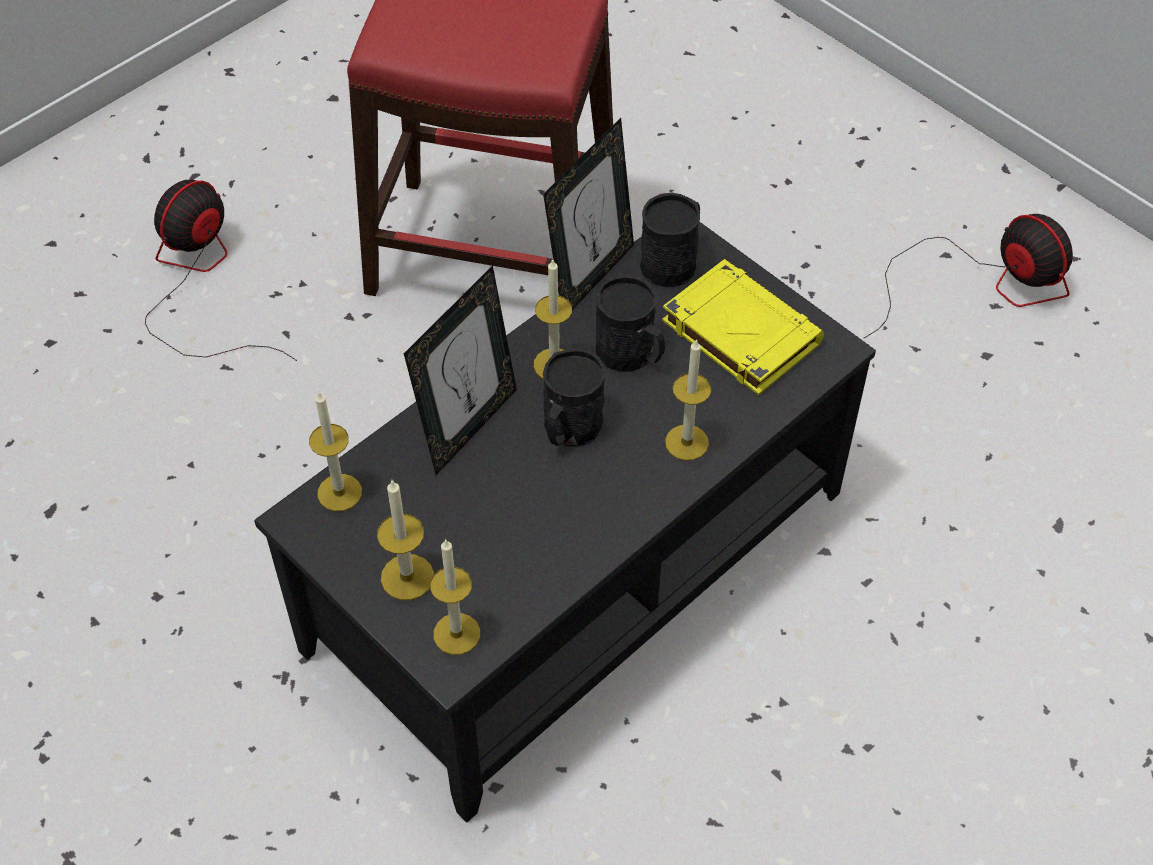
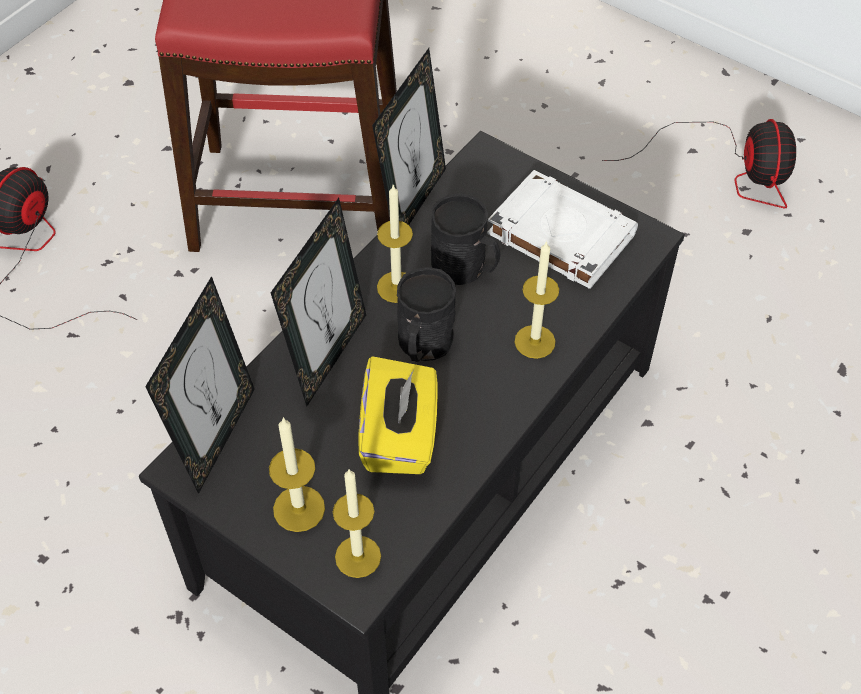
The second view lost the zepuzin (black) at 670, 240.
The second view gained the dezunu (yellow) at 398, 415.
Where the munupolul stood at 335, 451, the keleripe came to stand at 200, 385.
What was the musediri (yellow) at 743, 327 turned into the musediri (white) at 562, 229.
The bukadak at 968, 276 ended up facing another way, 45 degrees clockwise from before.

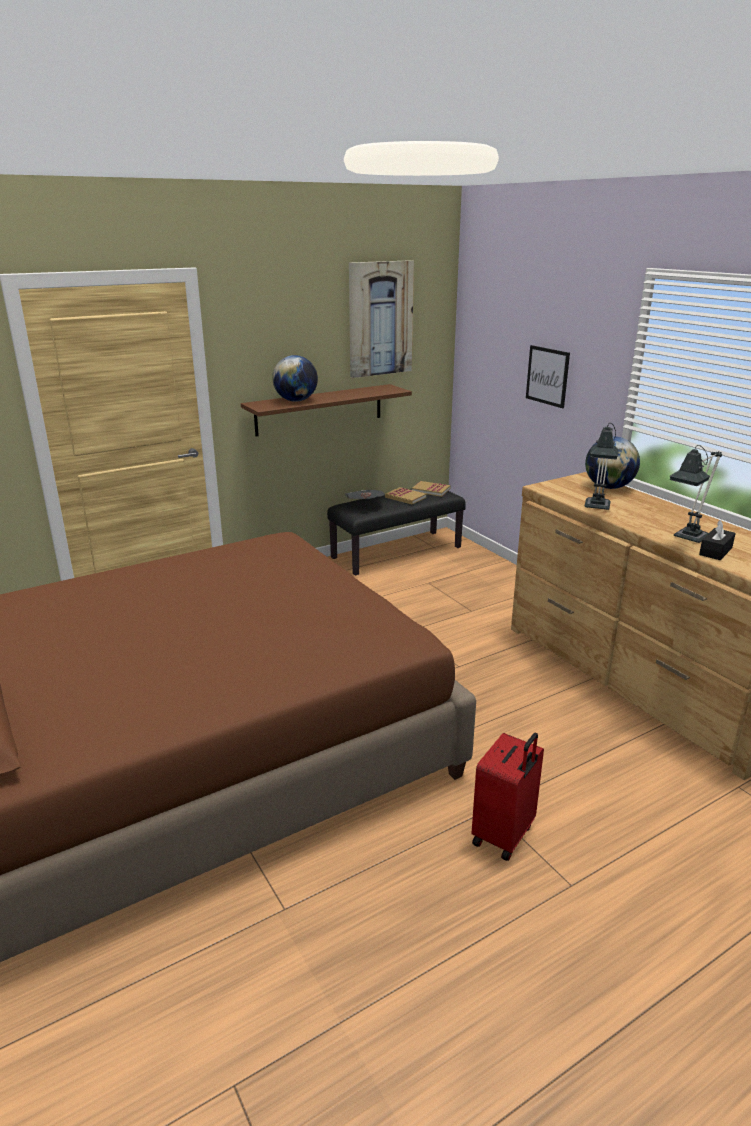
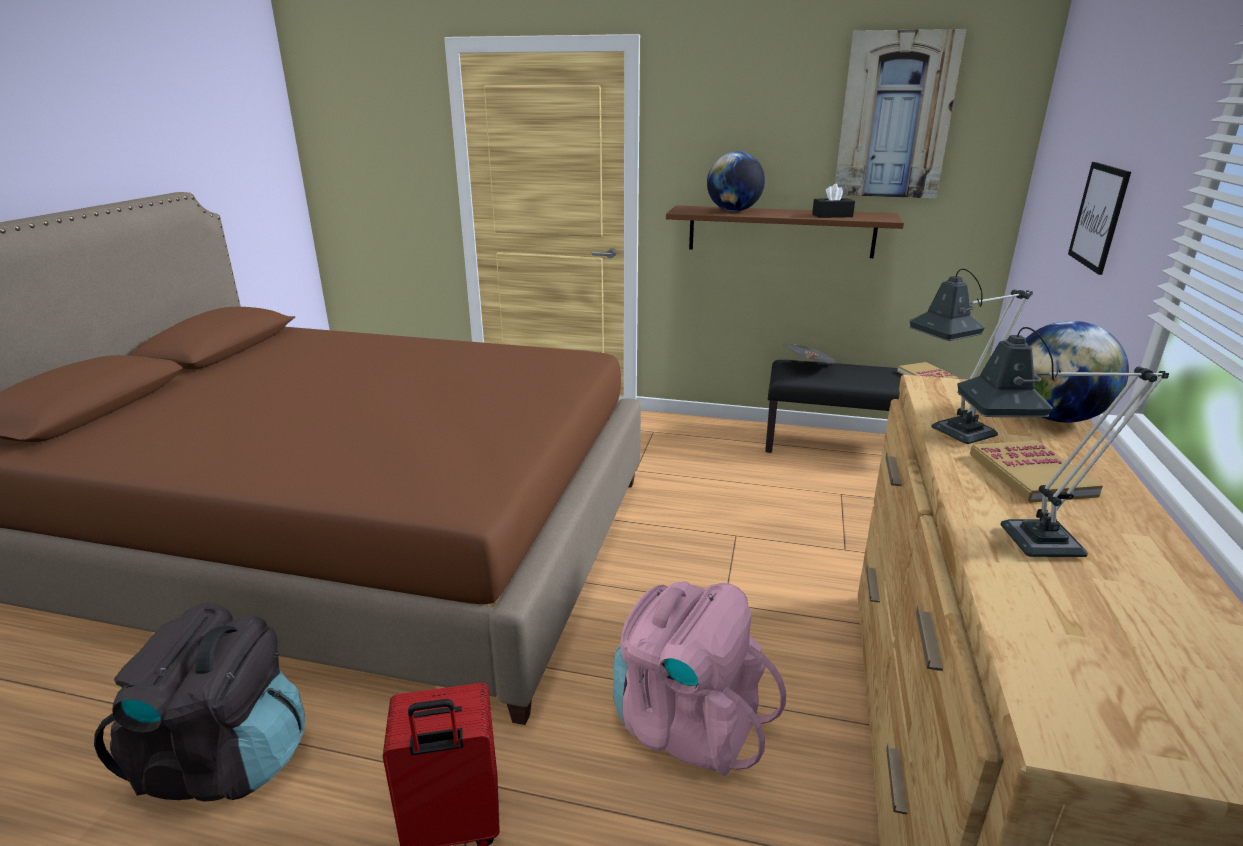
The second view gained the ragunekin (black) at 199, 702.
The second view gained the ragunekin (pink) at 699, 678.
The musediri ended up elsewhere, having gone from 405, 495 to 1036, 472.
The dezunu (black) ended up elsewhere, having gone from 717, 540 to 833, 201.

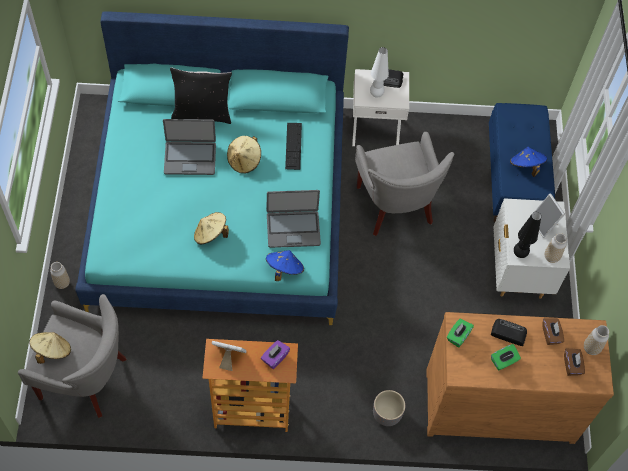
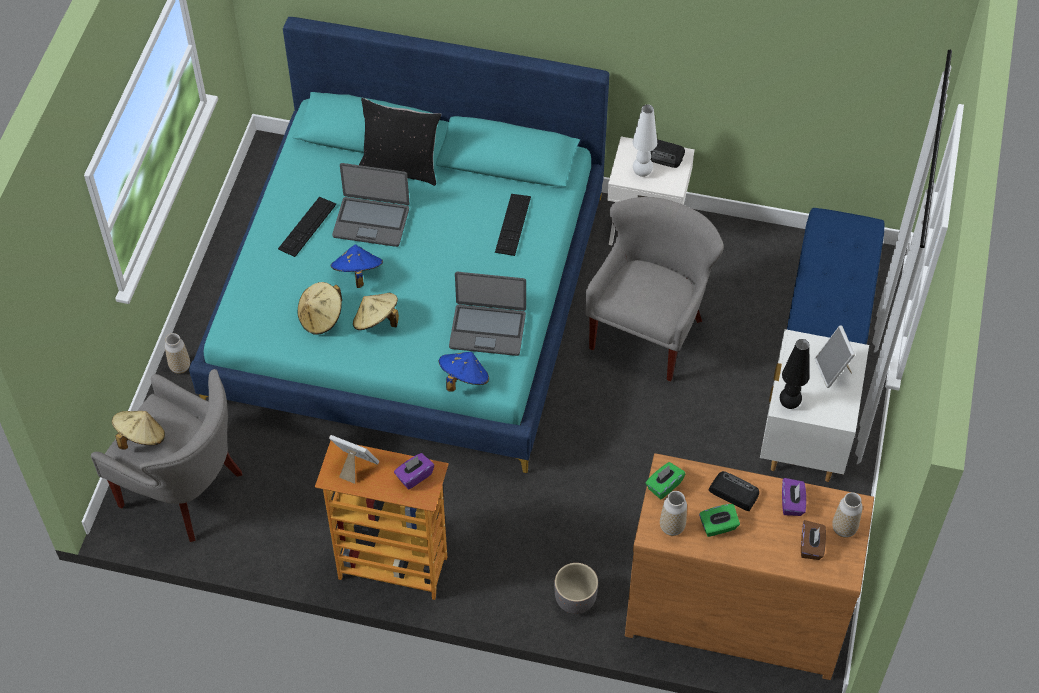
The second view gained the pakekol at 307, 227.
The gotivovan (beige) ended up elsewhere, having gone from 244, 155 to 319, 308.
The gotivovan (blue) ended up elsewhere, having gone from 528, 162 to 357, 266.
The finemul ended up elsewhere, having gone from 556, 248 to 673, 513.
What was the dezunu (brown) at 553, 331 turned into the dezunu (purple) at 794, 497.
The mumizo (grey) at 405, 184 ended up facing another way, 150 degrees counterclockwise from before.

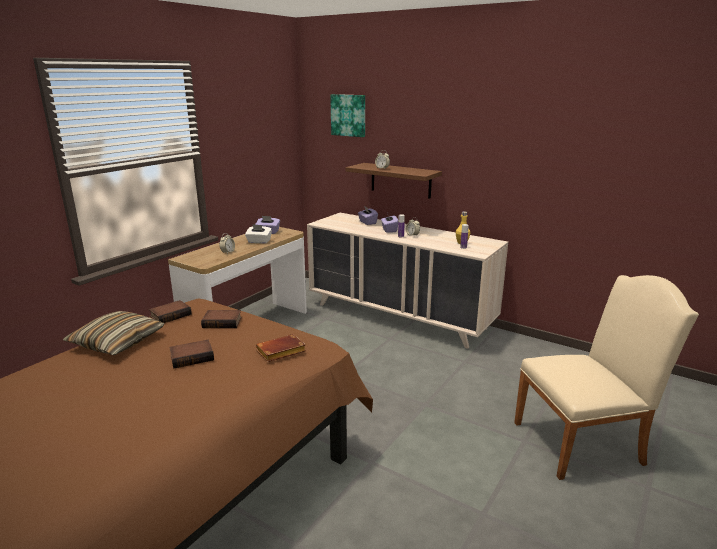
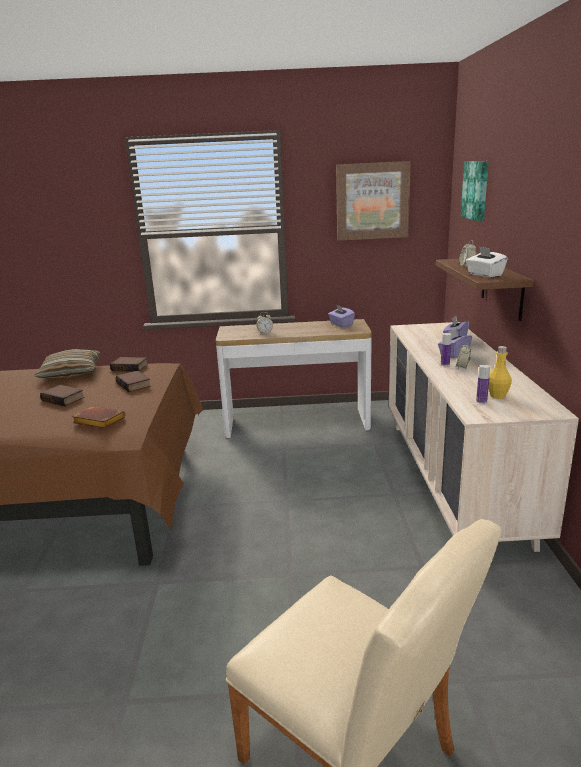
The second view gained the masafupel at 373, 201.
The dezunu (white) ended up elsewhere, having gone from 258, 234 to 487, 261.

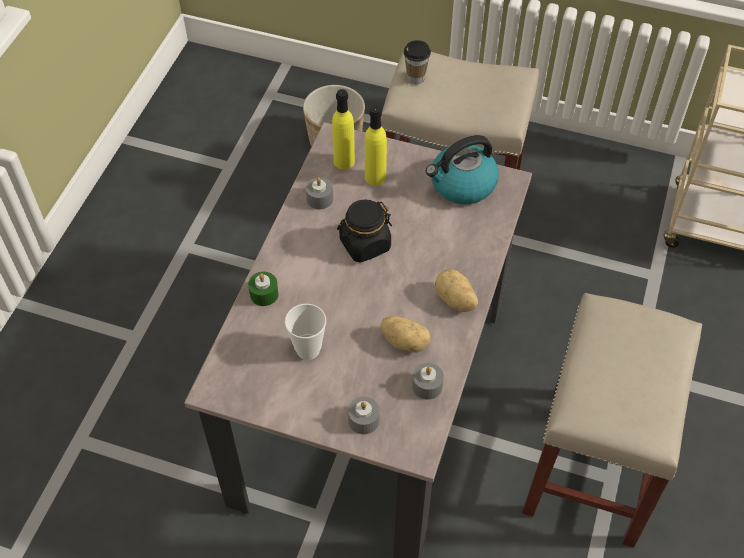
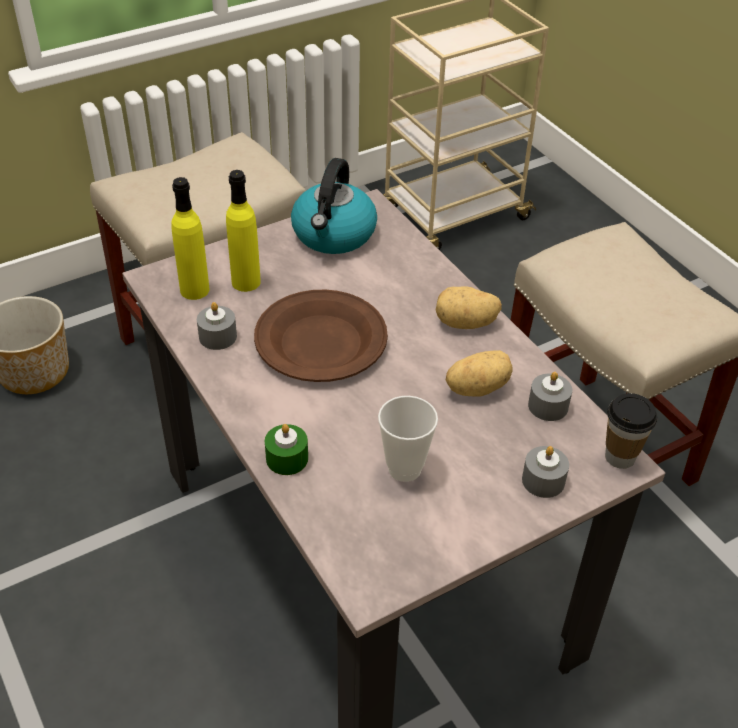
The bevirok ended up elsewhere, having gone from 417, 62 to 631, 431.
Where the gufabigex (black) stood at 364, 231, the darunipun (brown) came to stand at 321, 336.

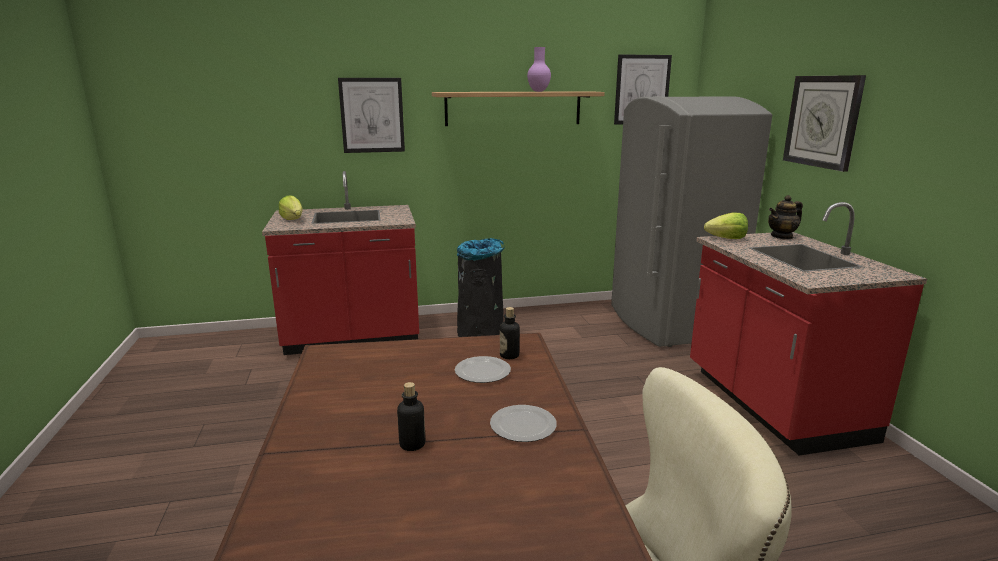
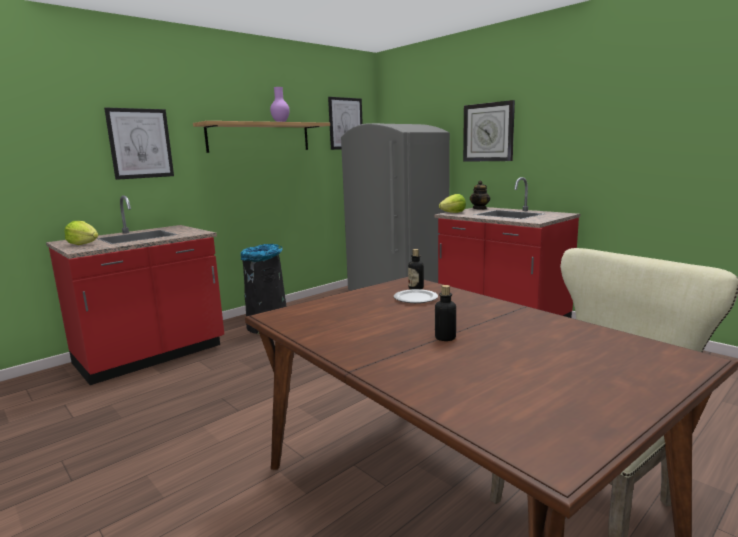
The second view lost the darunipun at 523, 423.

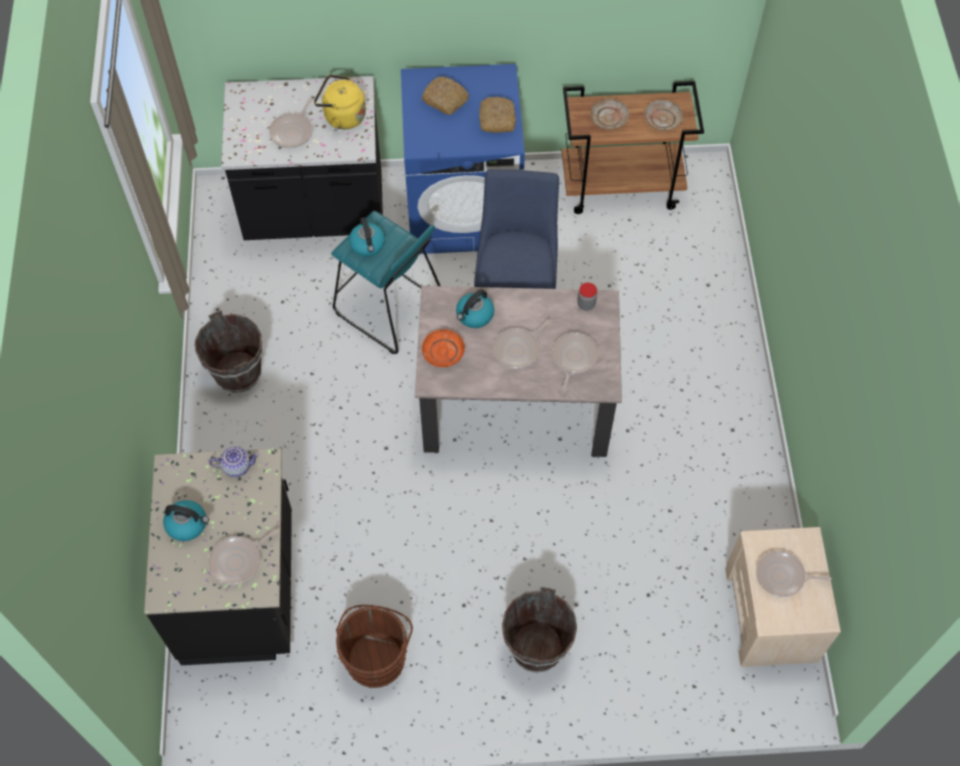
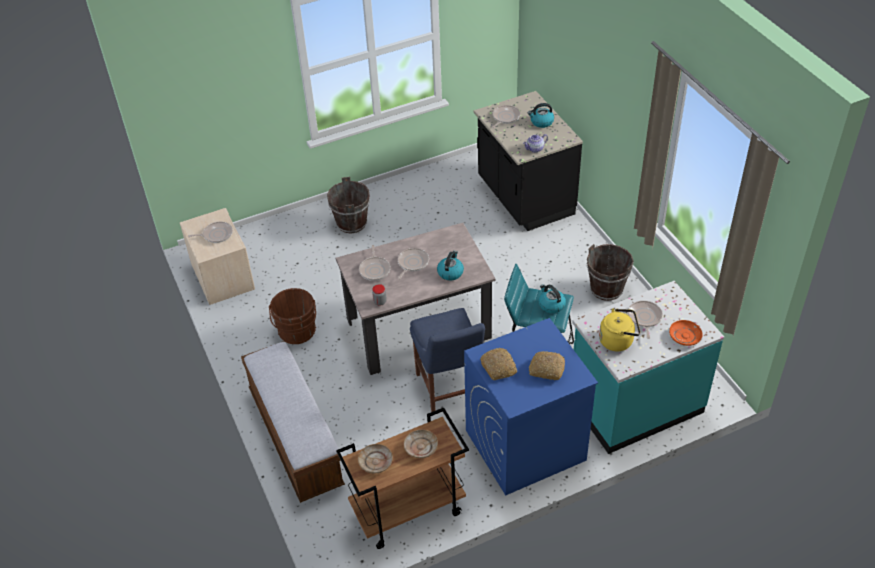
The second view gained the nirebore at 293, 422.
The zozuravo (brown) ended up elsewhere, having gone from 374, 646 to 292, 316.
The darunipun (orange) ended up elsewhere, having gone from 443, 348 to 686, 333.
What was the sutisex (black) at 302, 158 turned into the sutisex (turquoise) at 648, 367.

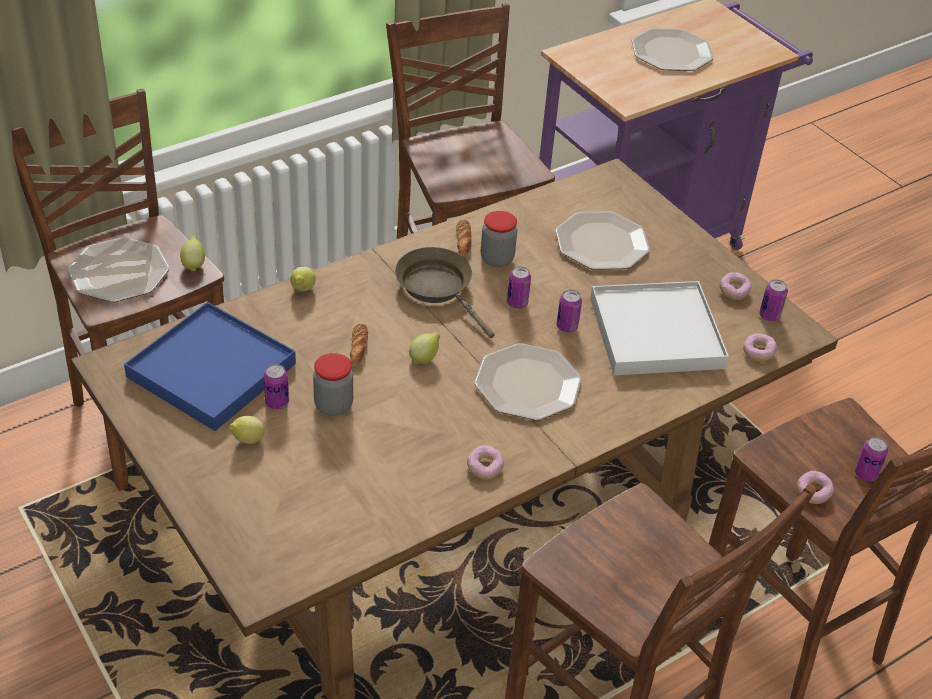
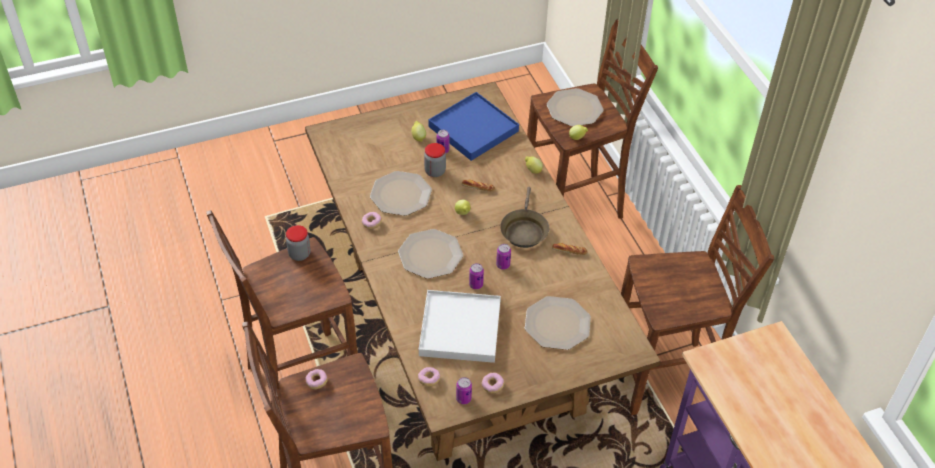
The second view lost the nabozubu at 871, 459.
The gufabigex ended up elsewhere, having gone from 499, 239 to 298, 243.
The darunipun ended up elsewhere, having gone from 673, 49 to 401, 193.
The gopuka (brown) at 444, 292 ended up facing another way, 120 degrees clockwise from before.

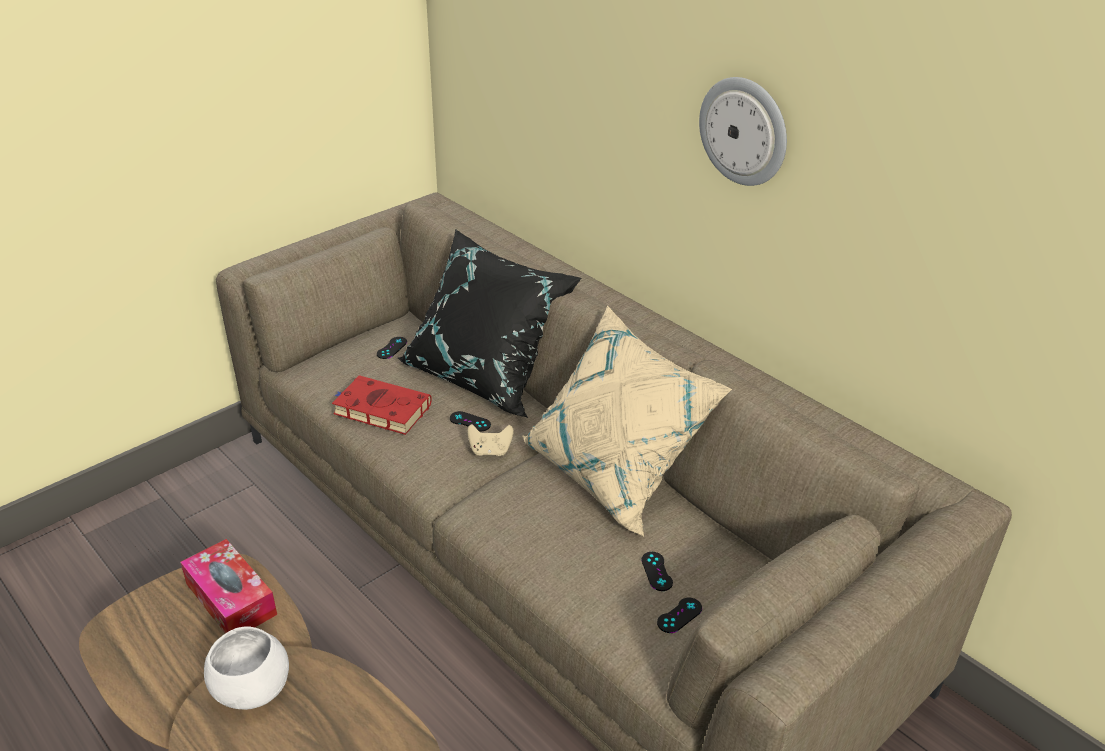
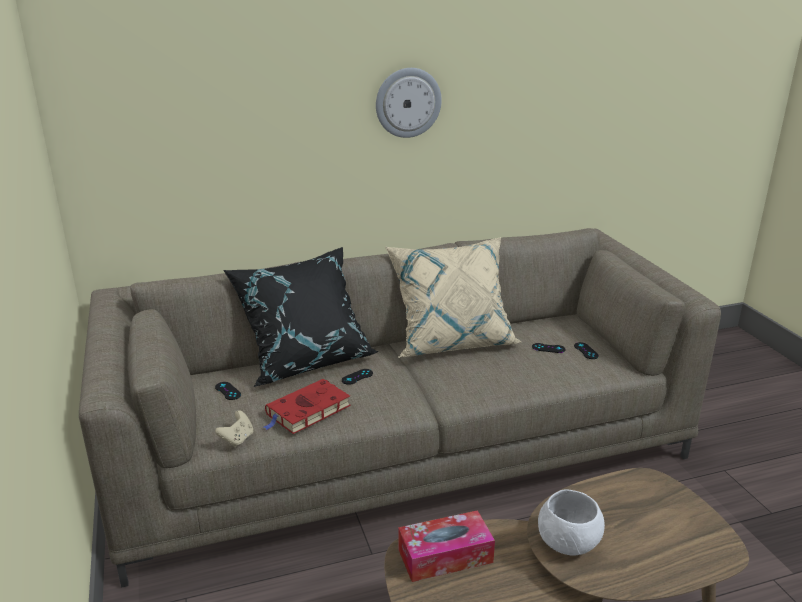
The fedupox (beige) ended up elsewhere, having gone from 490, 440 to 234, 428.

